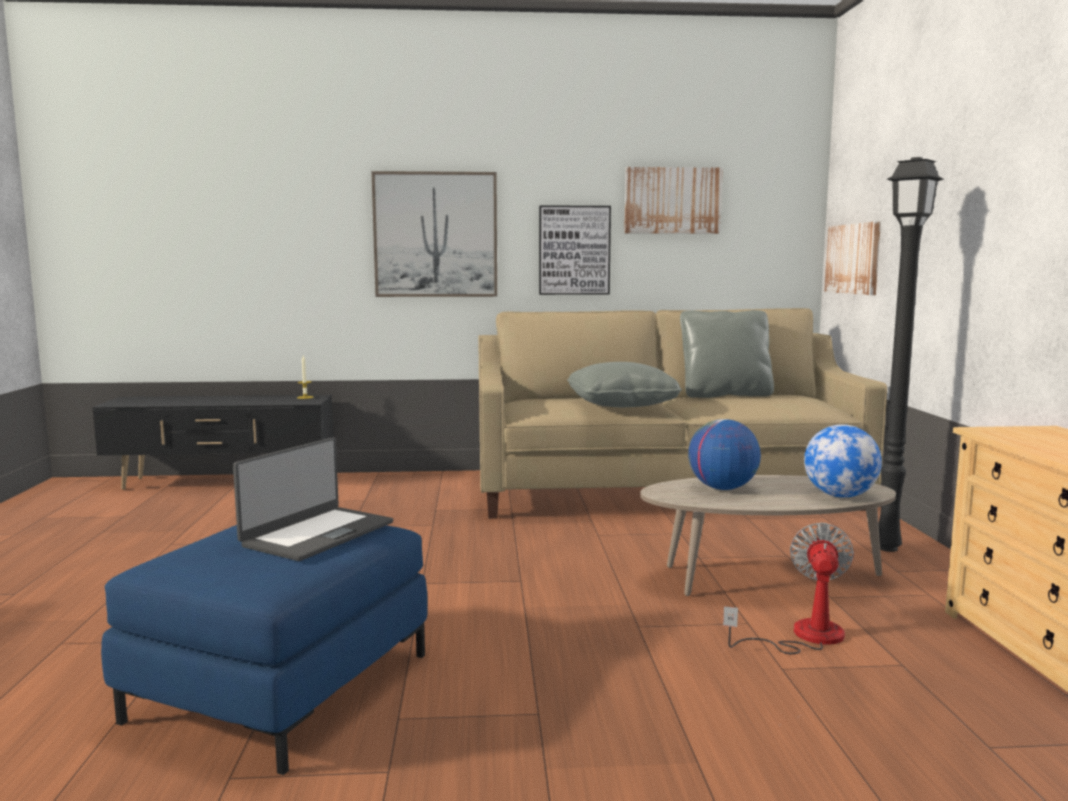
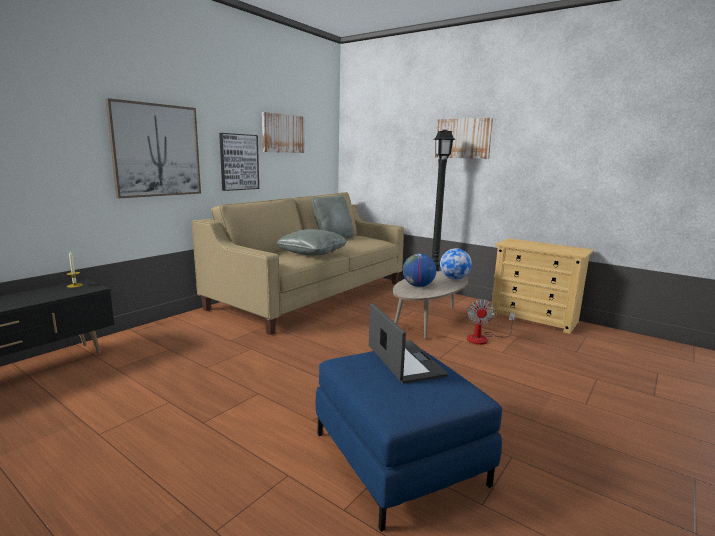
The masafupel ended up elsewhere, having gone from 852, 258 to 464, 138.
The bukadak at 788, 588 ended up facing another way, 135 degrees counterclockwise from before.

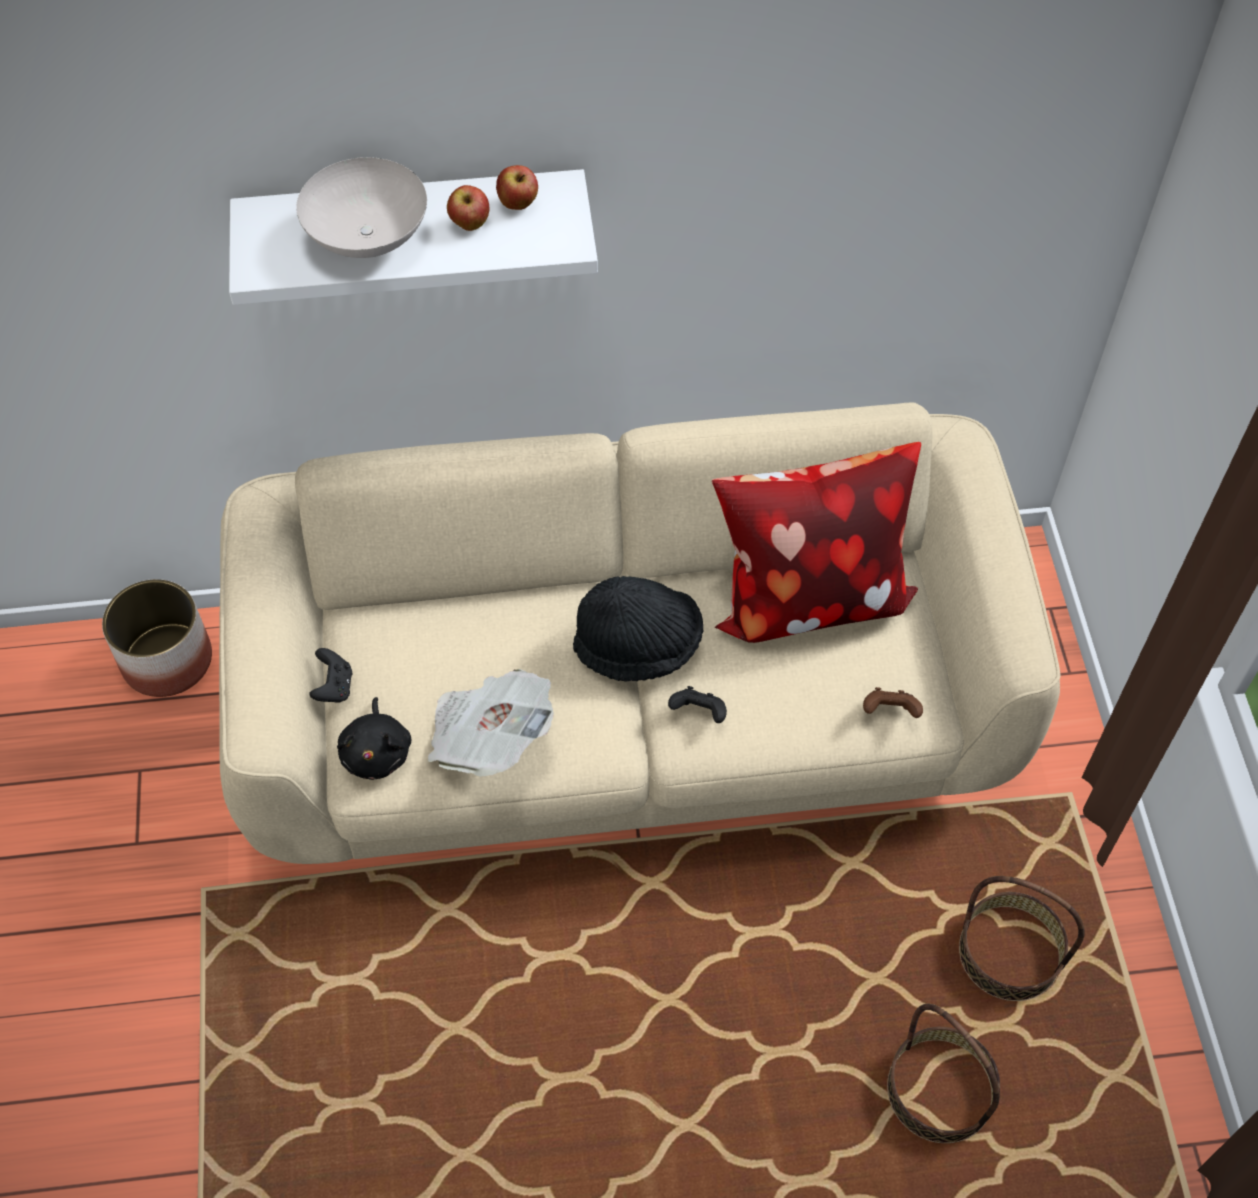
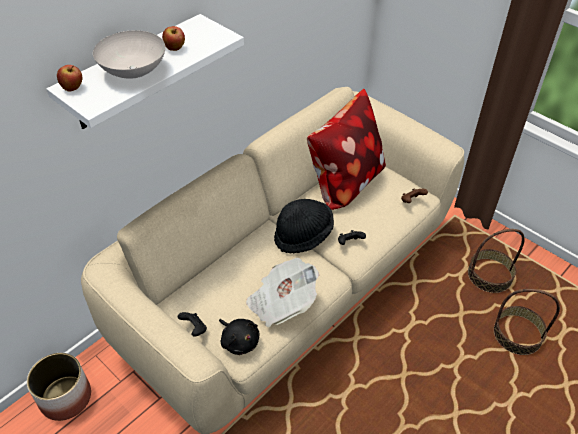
The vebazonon ended up elsewhere, having gone from 517, 187 to 69, 78.

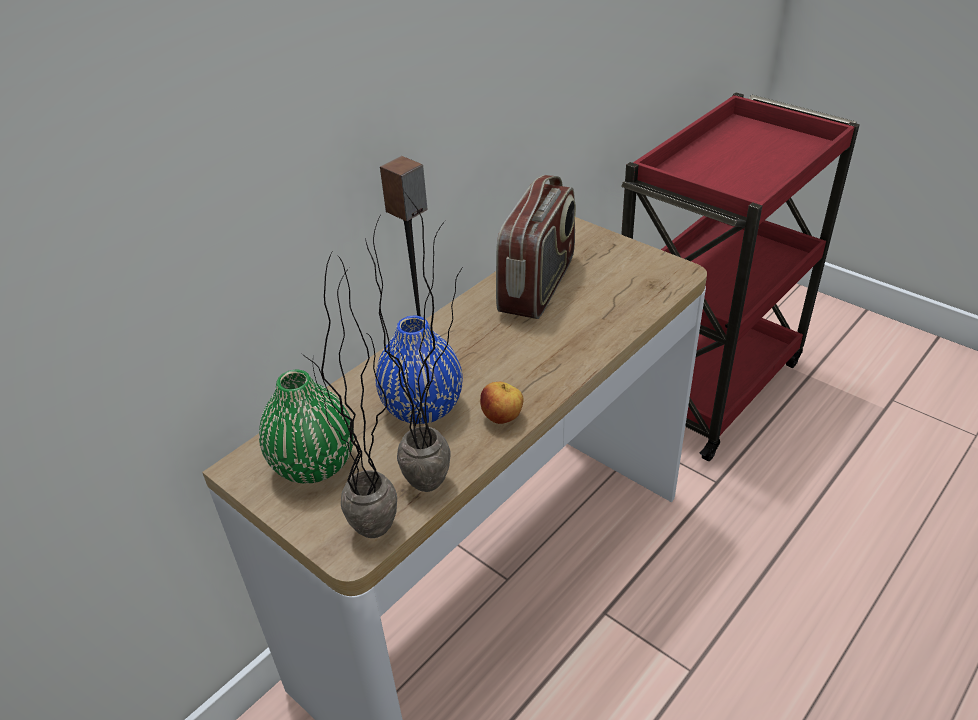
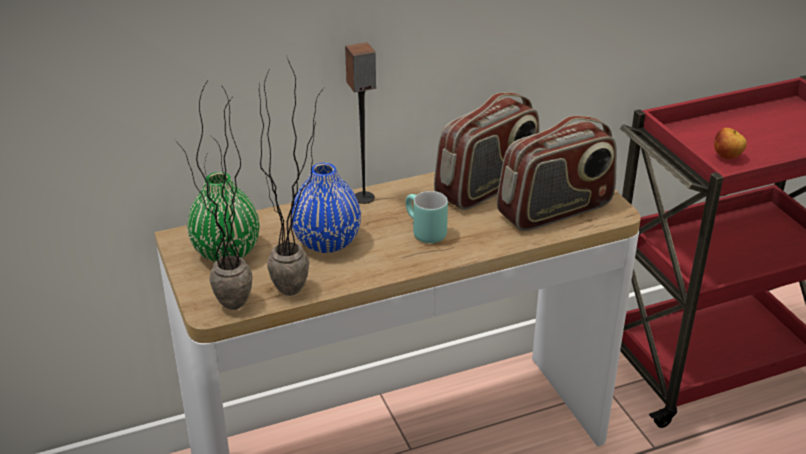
The second view gained the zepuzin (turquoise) at 426, 217.
The second view gained the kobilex at 557, 173.
The vebazonon ended up elsewhere, having gone from 502, 403 to 730, 143.

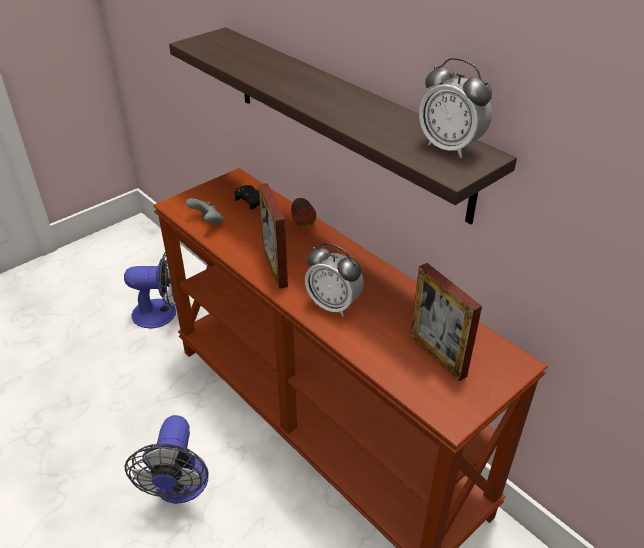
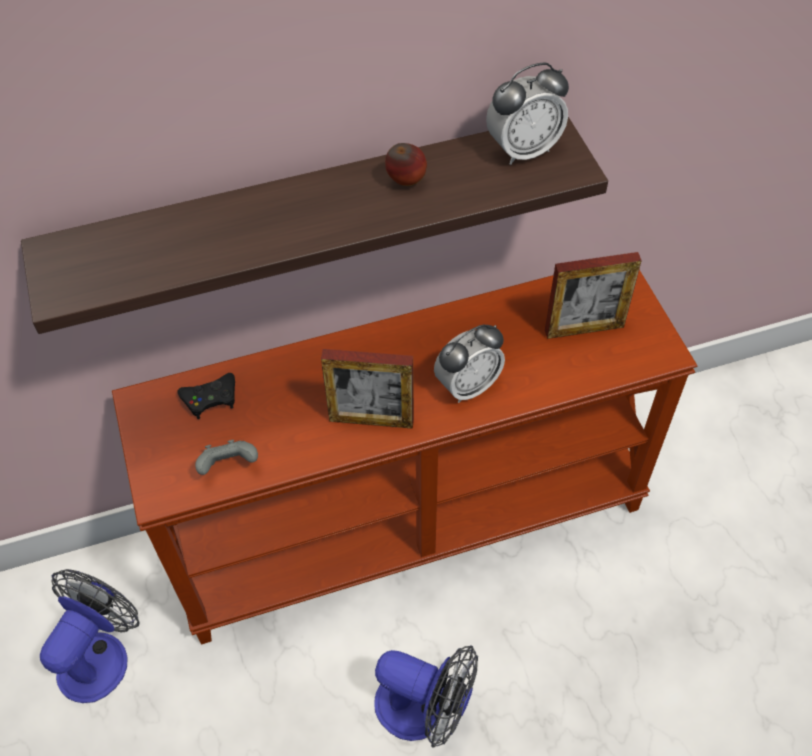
The vebazonon ended up elsewhere, having gone from 303, 213 to 406, 164.

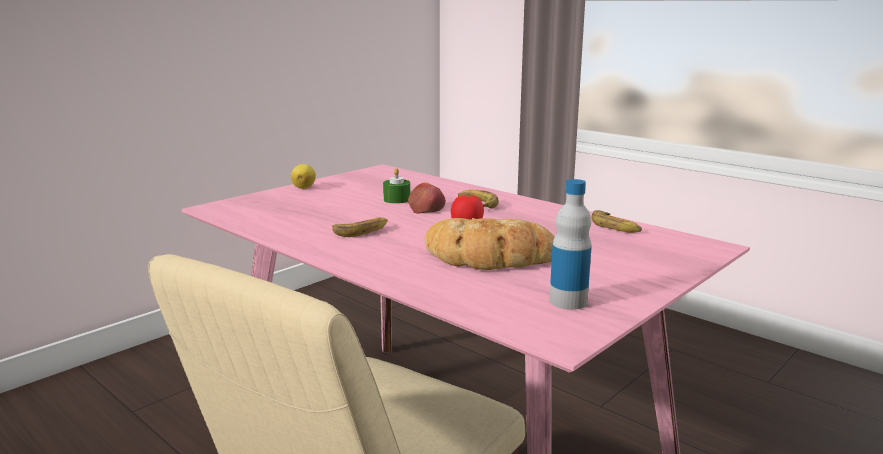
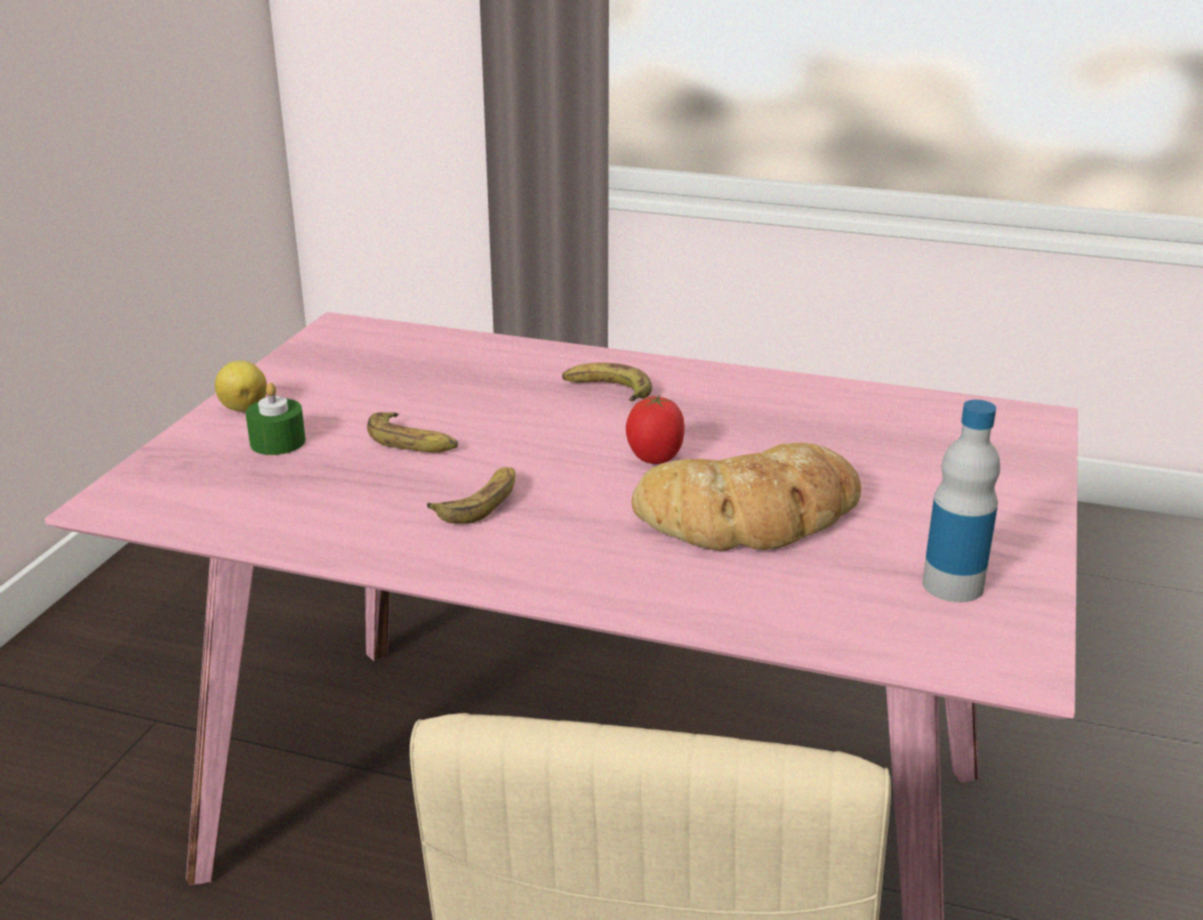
The second view lost the vebazonon at 427, 198.
The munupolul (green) ended up elsewhere, having gone from 396, 186 to 275, 418.
The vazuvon ended up elsewhere, having gone from 616, 221 to 412, 432.

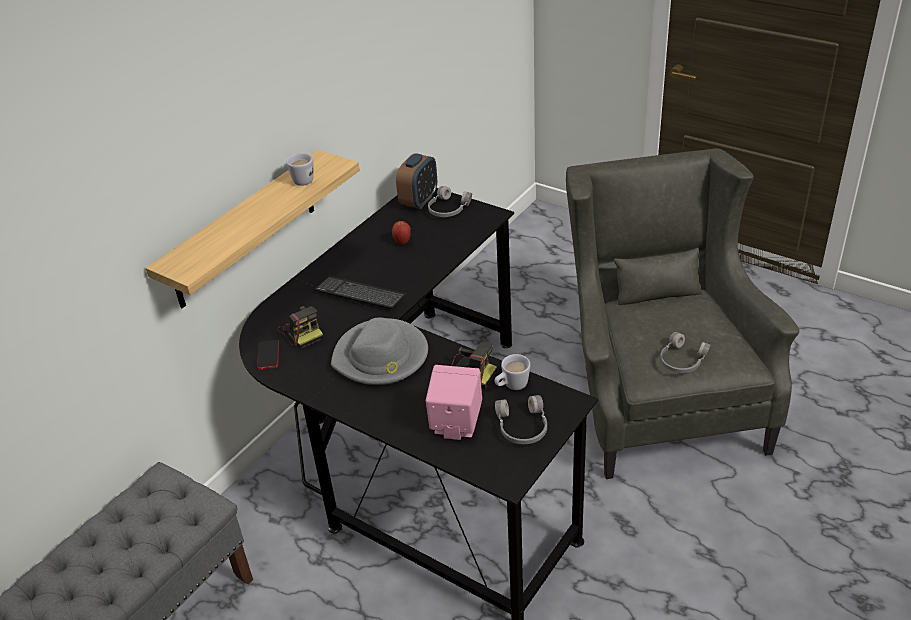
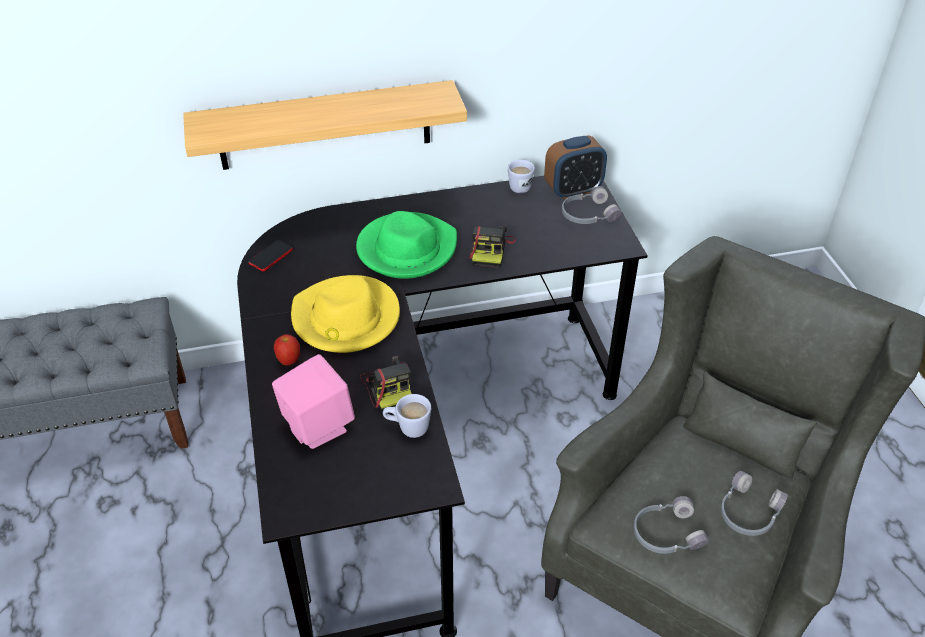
The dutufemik ended up elsewhere, having gone from 300, 327 to 492, 247.
The zepuzin (white) ended up elsewhere, having gone from 299, 169 to 521, 176.
The vebazonon ended up elsewhere, having gone from 401, 233 to 287, 350.
The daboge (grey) ended up elsewhere, having gone from 521, 419 to 754, 503.
Where the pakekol stood at 361, 293, the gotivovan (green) came to stand at 406, 245.
What was the gotivovan (grey) at 379, 351 turned into the gotivovan (yellow) at 345, 314.

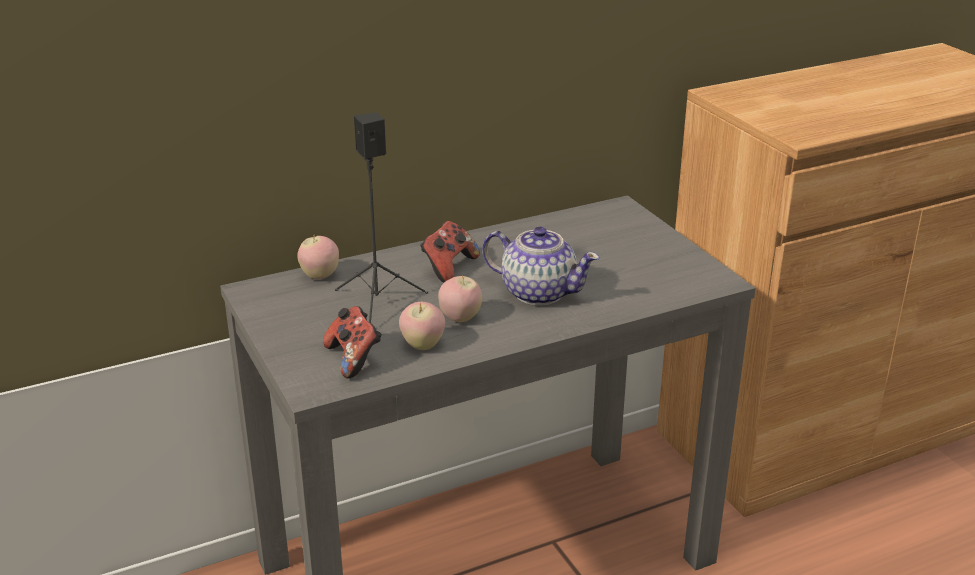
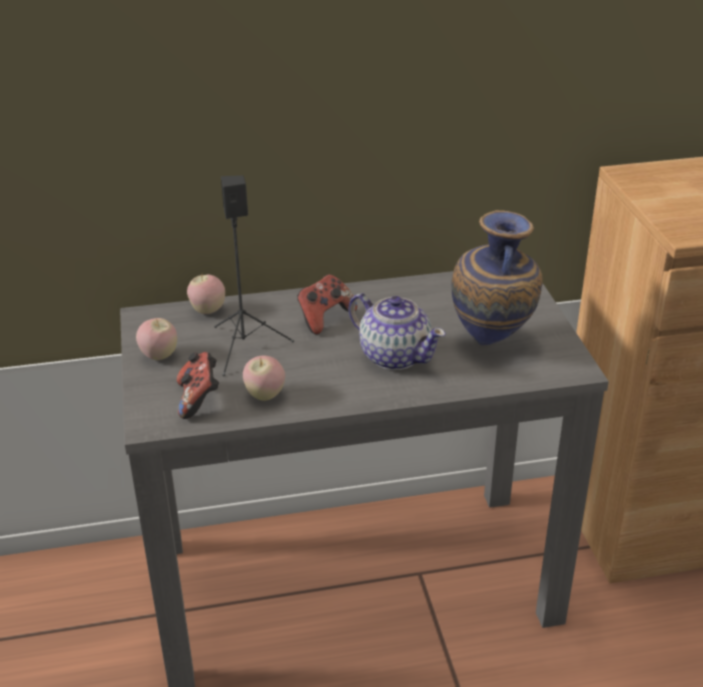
The second view gained the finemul at 497, 277.
The vebazonon ended up elsewhere, having gone from 460, 298 to 156, 339.

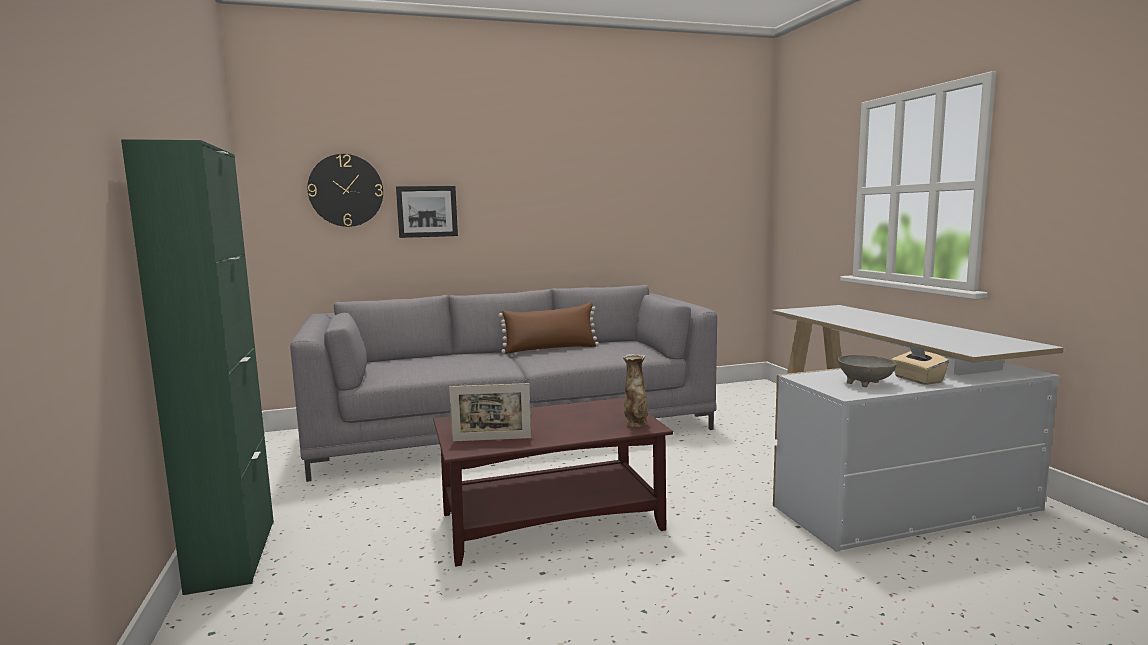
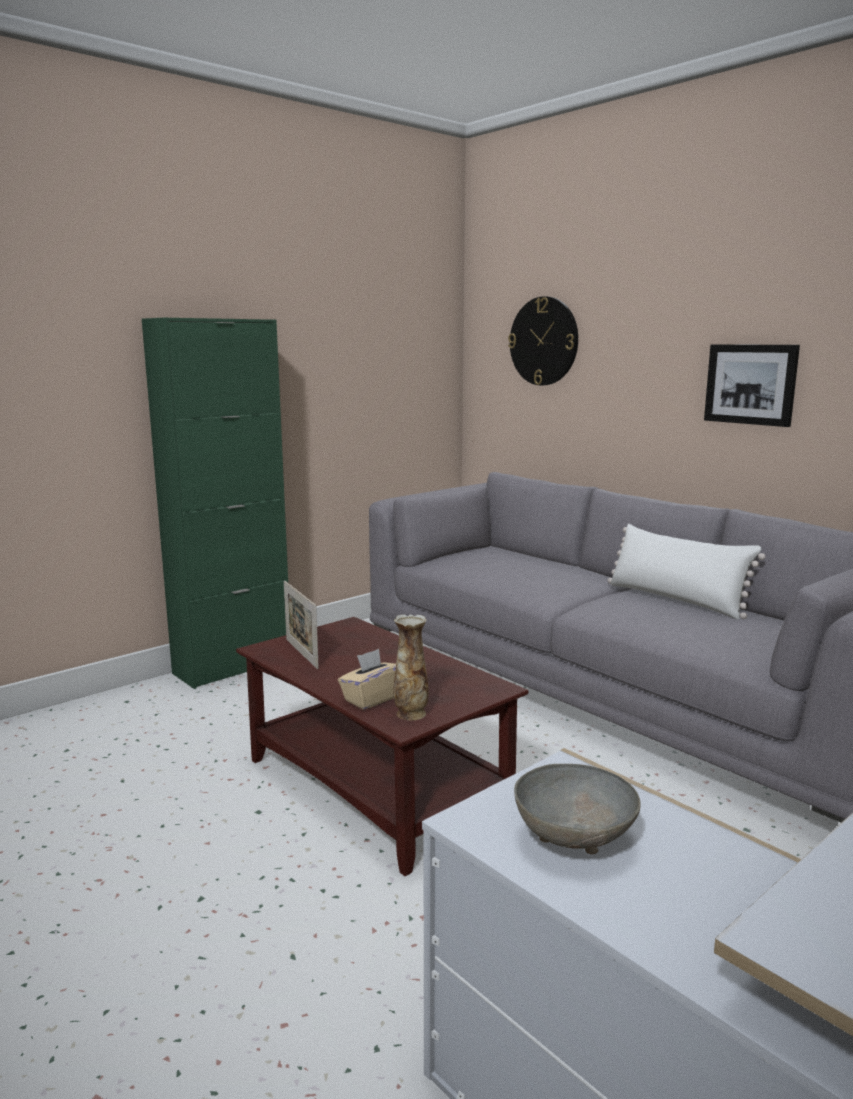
The masafupel ended up elsewhere, having gone from 427, 212 to 752, 385.
The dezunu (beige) ended up elsewhere, having gone from 920, 364 to 367, 679.
What was the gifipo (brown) at 549, 328 turned into the gifipo (white) at 686, 572.

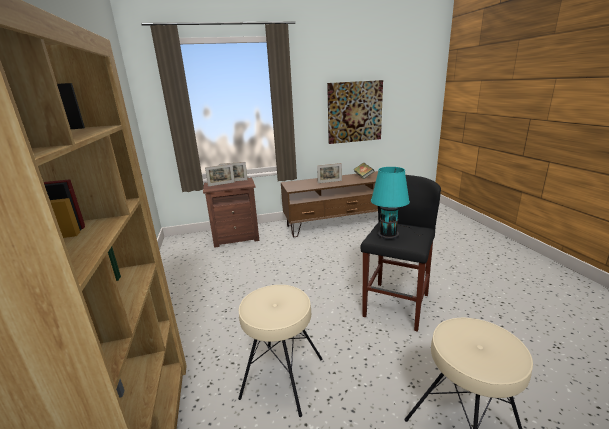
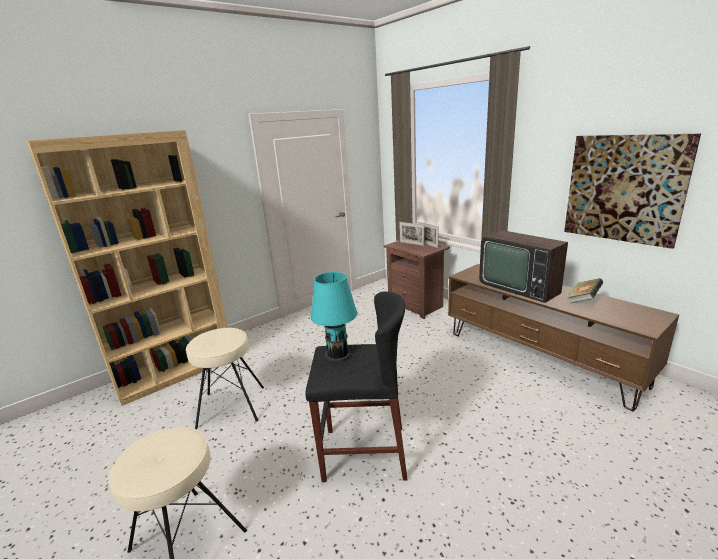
Where the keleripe stood at 329, 173, the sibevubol came to stand at 523, 267.

